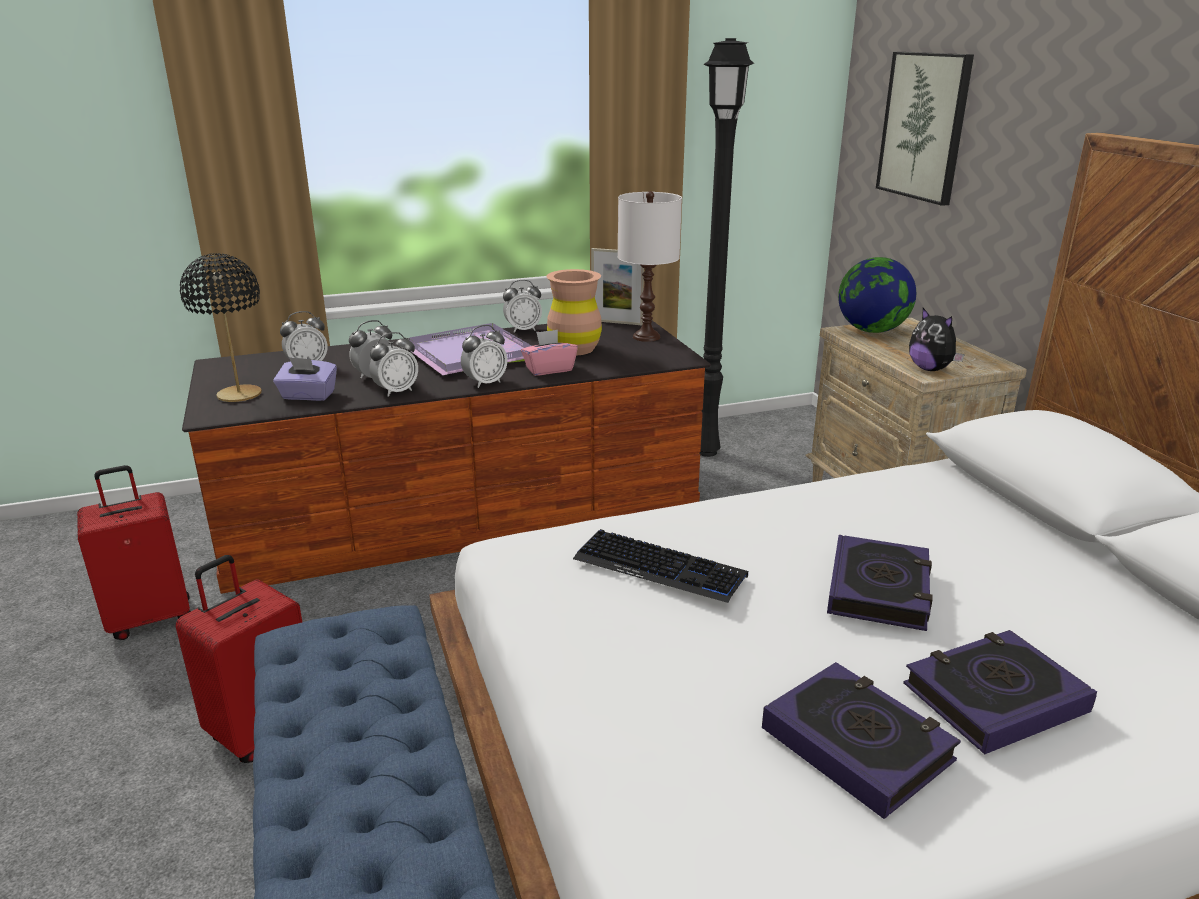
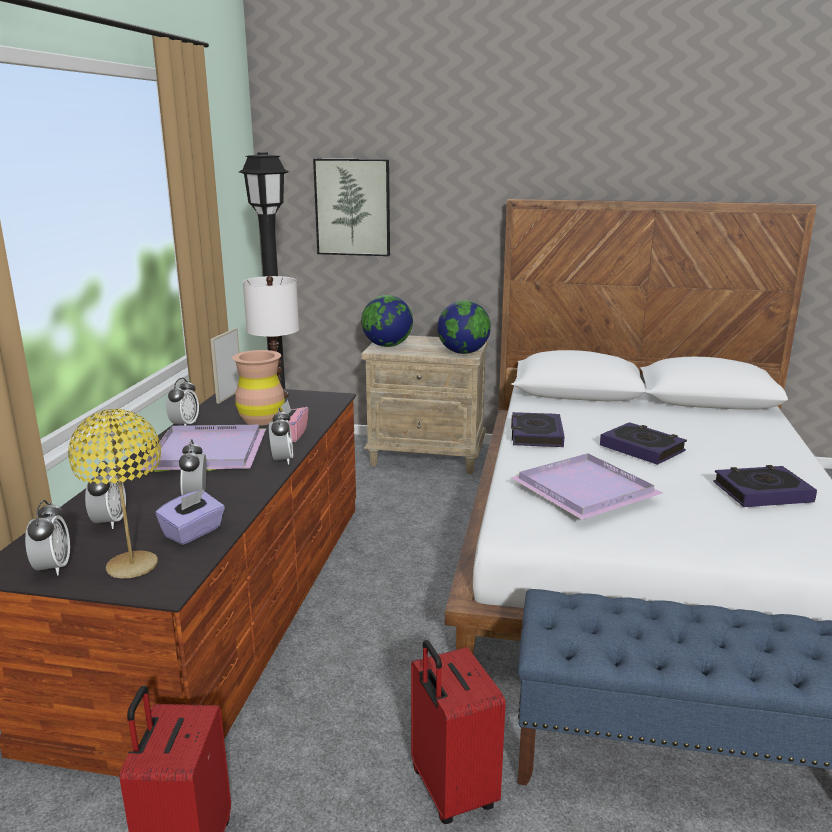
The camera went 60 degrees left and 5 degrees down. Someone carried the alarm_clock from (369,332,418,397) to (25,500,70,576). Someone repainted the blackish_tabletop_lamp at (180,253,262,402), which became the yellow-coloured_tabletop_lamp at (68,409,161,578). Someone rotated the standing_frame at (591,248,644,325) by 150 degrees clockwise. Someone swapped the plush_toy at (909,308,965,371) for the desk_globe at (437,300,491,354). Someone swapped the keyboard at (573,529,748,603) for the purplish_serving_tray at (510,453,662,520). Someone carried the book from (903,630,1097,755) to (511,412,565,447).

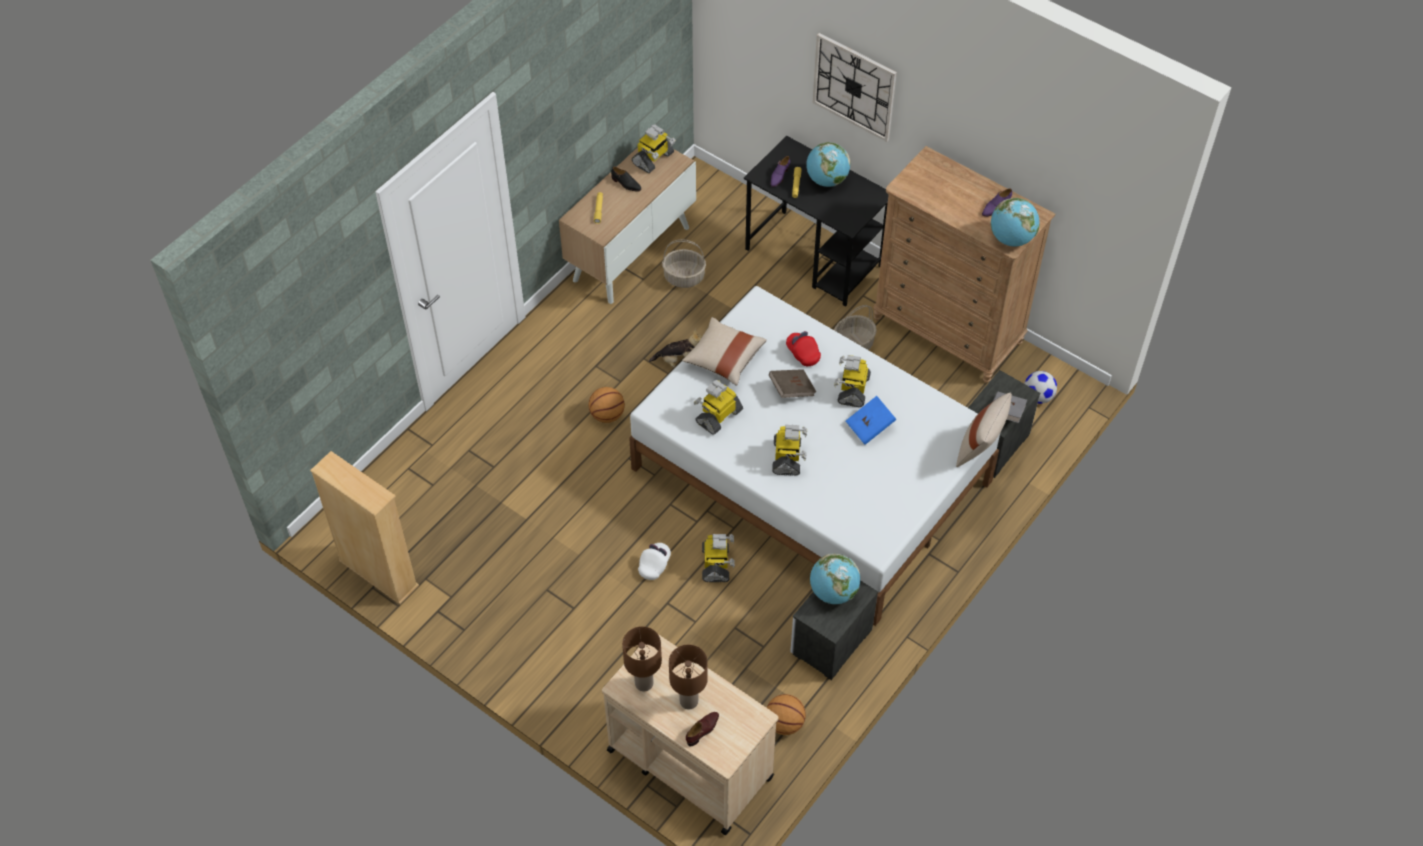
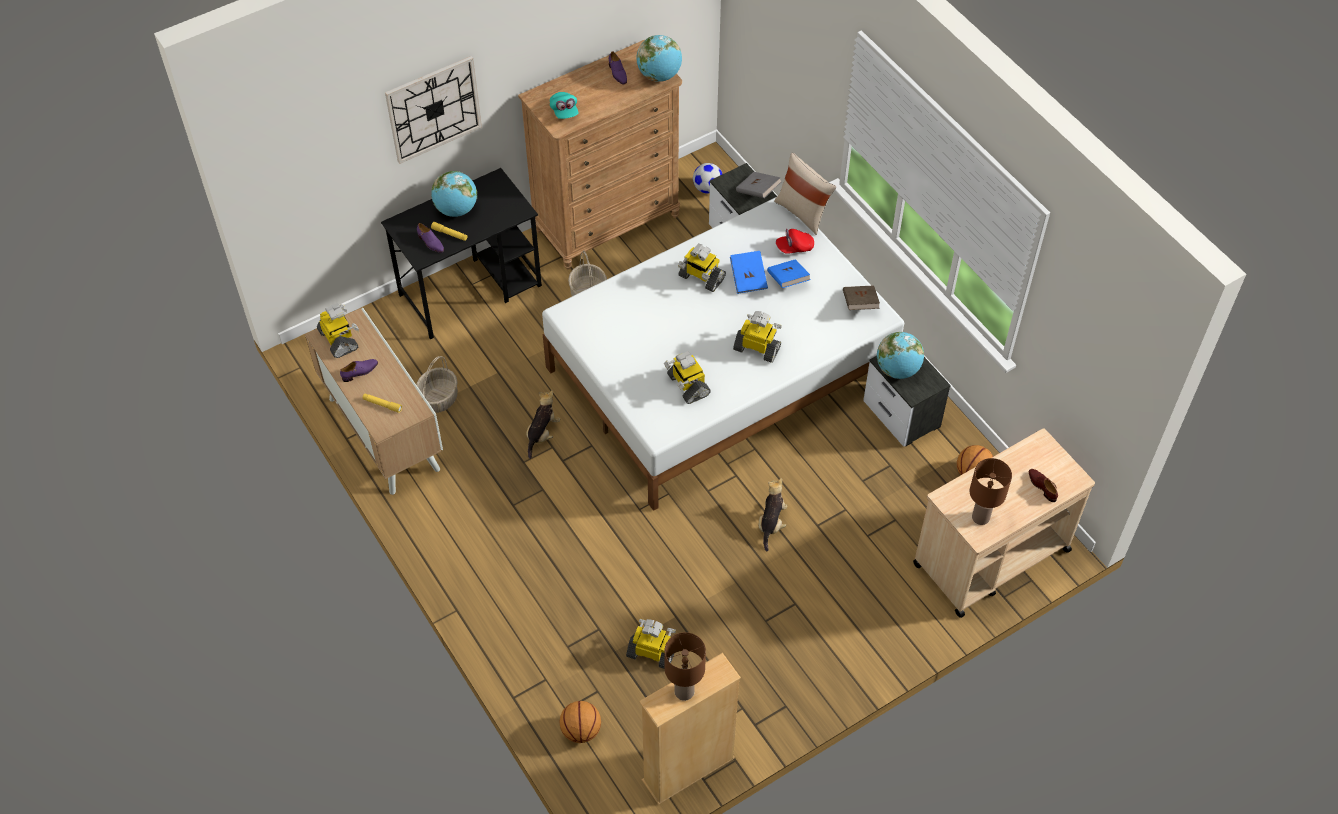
The camera went 70 degrees left and 0 degrees up. Someone repainted the blackish_shoe at (611,166,641,192), which became the purplish_shoe at (340,359,378,382). Someone put down the turquoise_peaked_cap at (550,92,578,119). Someone carried the ball_for_basketball from (588,387,625,423) to (559,701,601,743). Someone carried the model_robot from (702,534,735,582) to (626,619,676,669). Someone carried the brown-coloured_tabletop_lamp from (669,645,708,710) to (664,632,706,701). Someone swapped the whitish_peaked_cap at (638,543,671,580) for the plush_toy at (759,478,787,552). Someone put down the blue-coloured_book at (767,259,811,288). Someone carried the reddish_peaked_cap from (786,331,821,366) to (776,229,814,254). Someone carried the brown-coloured_book from (769,369,816,398) to (843,285,880,310). Someone took away the sand-coloured_pillow at (682,317,767,386).

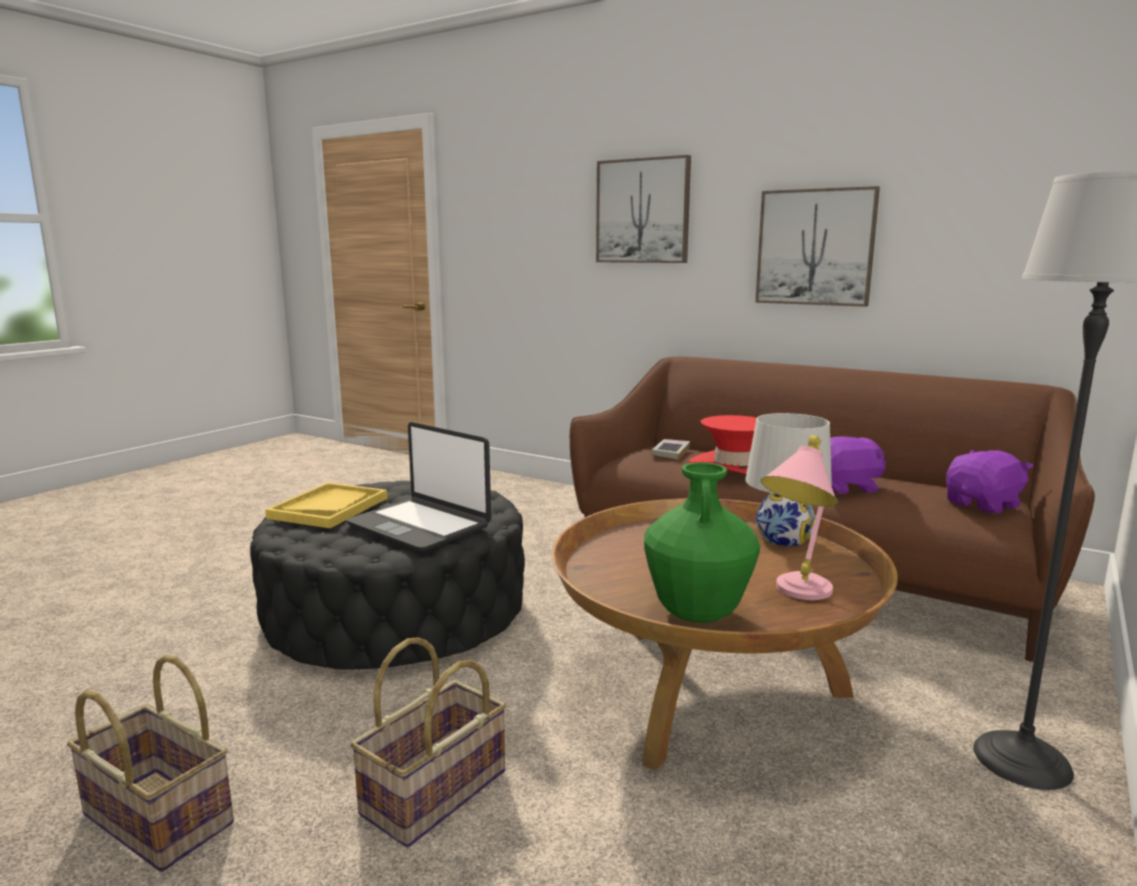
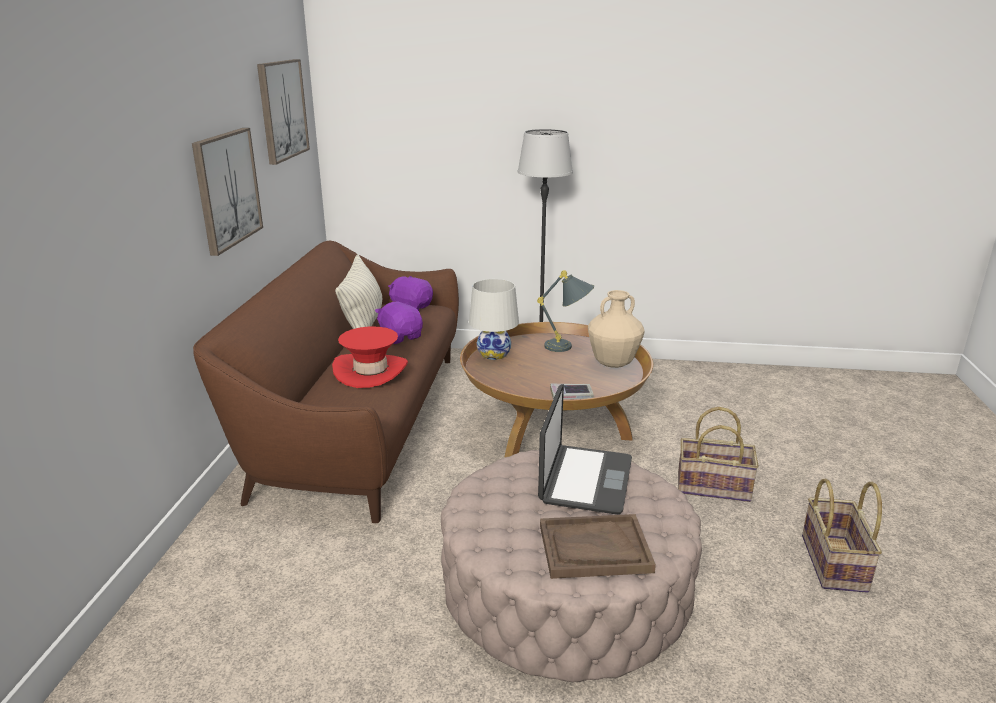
The camera went 115 degrees left and 10 degrees up. Someone carried the wall_picture from (596,155,691,263) to (257,59,310,165). Someone put down the pillow at (335,254,382,329). Someone repainted the blackish_pouffe at (250,480,525,670), which became the sand-coloured_pouffe at (441,450,702,682). Someone repainted the pink_tabletop_lamp at (760,435,838,600), which became the grey_tabletop_lamp at (537,270,594,352). Someone repainted the yellow-coloured_serving_tray at (265,482,387,528), which became the brown-coloured_serving_tray at (540,514,656,579). Someone carried the book from (651,439,690,460) to (550,383,594,399). Someone repainted the greenish_flower_vase at (644,462,760,623), which became the sand-coloured_flower_vase at (588,290,645,368).

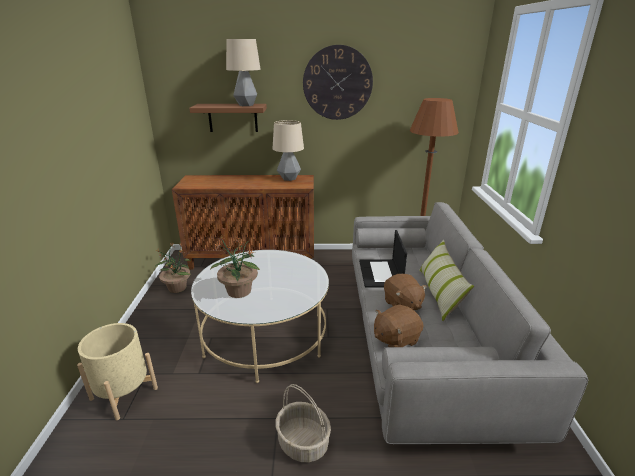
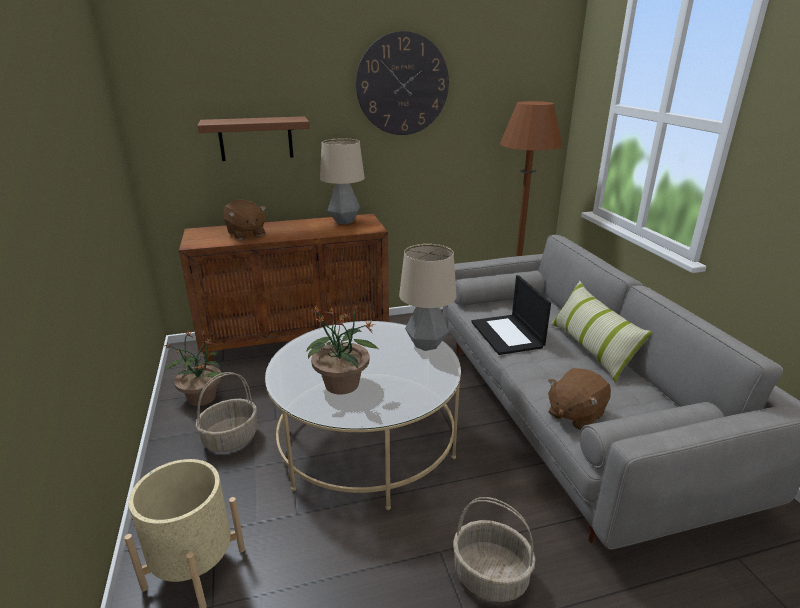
The camera went 15 degrees left and 0 degrees up. Someone put down the storage_basket at (196,372,257,452). Someone carried the brown-coloured_plush_toy from (384,274,427,311) to (223,200,266,240). Someone carried the tabletop_lamp from (226,39,261,106) to (399,244,457,351).

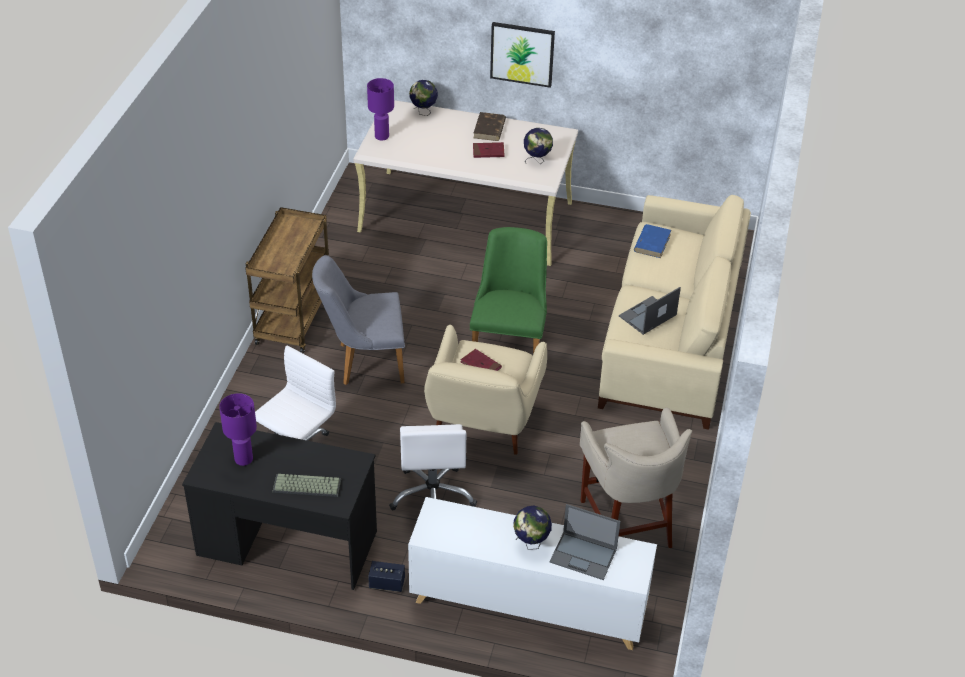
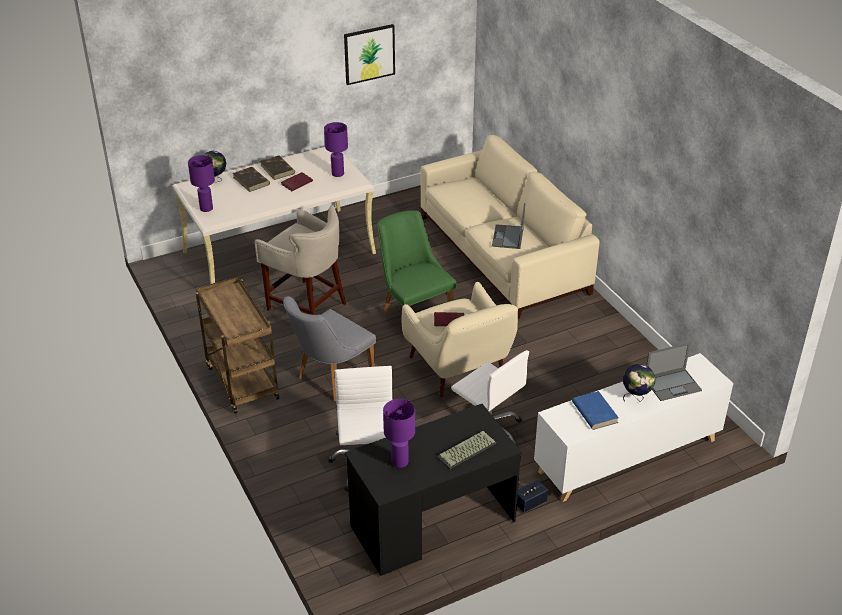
The camera went 40 degrees left and 5 degrees down. Someone put down the brown-coloured_book at (233,167,270,192). Someone carried the sand-coloured_sitting_stool from (580,407,692,548) to (254,205,346,315). Someone swapped the desk_globe at (524,128,553,164) for the purplish_tabletop_lamp at (324,122,348,177). Someone carried the wall_picture from (490,22,555,88) to (344,24,395,85). Someone carried the blue-coloured_book from (634,224,671,258) to (572,391,619,430).

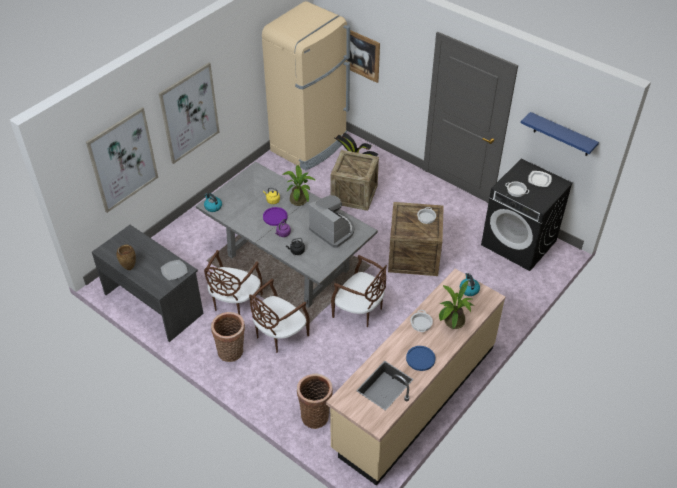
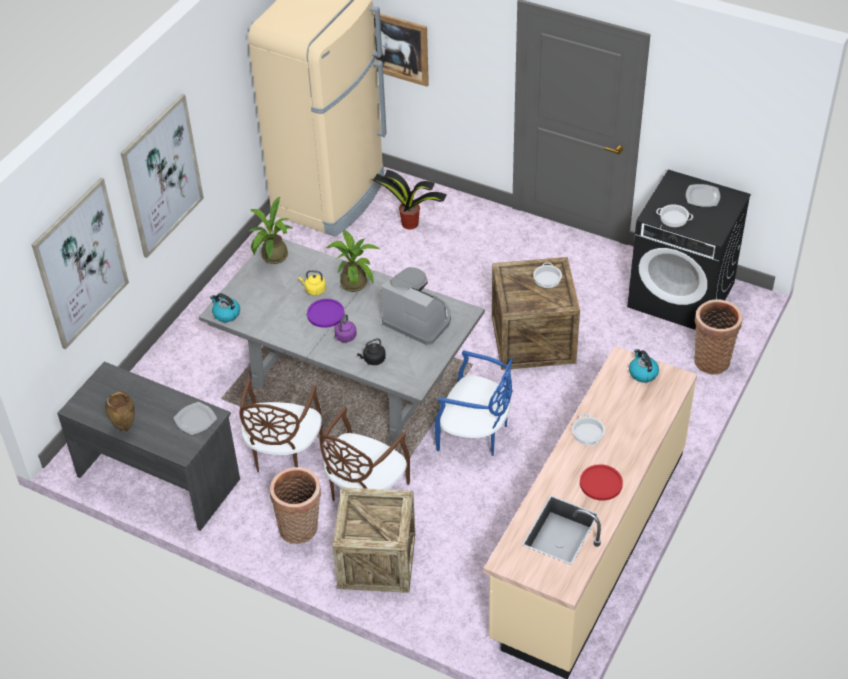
The camera went 10 degrees left and 0 degrees up. Someone carried the potted_plant from (439,280,474,330) to (249,197,294,264). Someone carried the shipping_crate from (330,150,379,211) to (332,487,415,593). Someone repainted the brown-coloured_plain_chair at (331,255,387,327), which became the blue-coloured_plain_chair at (434,350,513,456). Someone repainted the blue-coloured_plate at (406,346,435,371), which became the reddish_plate at (580,464,623,501). Someone carried the storage_basket from (297,374,333,429) to (694,299,742,375). Someone took away the blue-coloured_wall_shelf at (521,112,599,156).

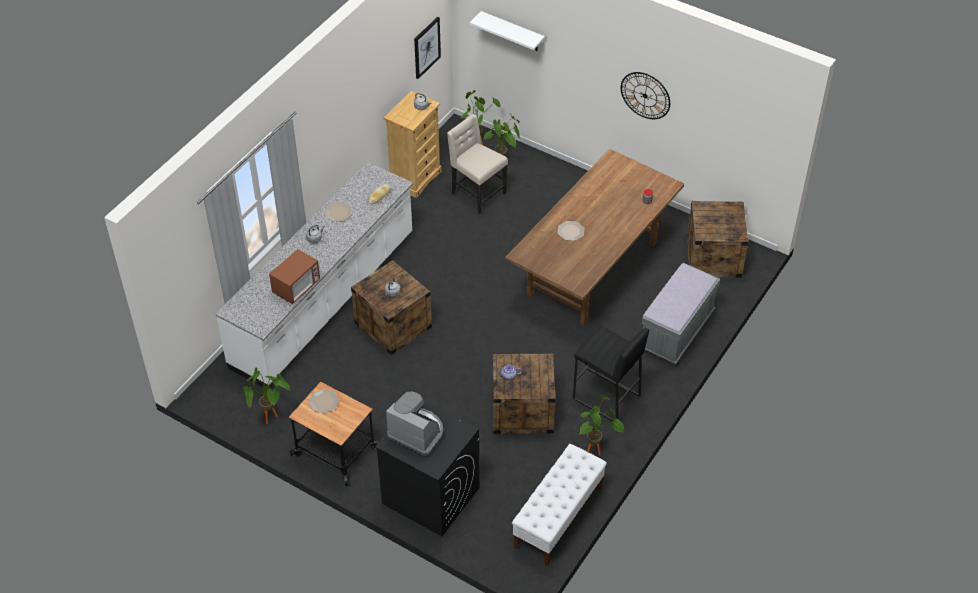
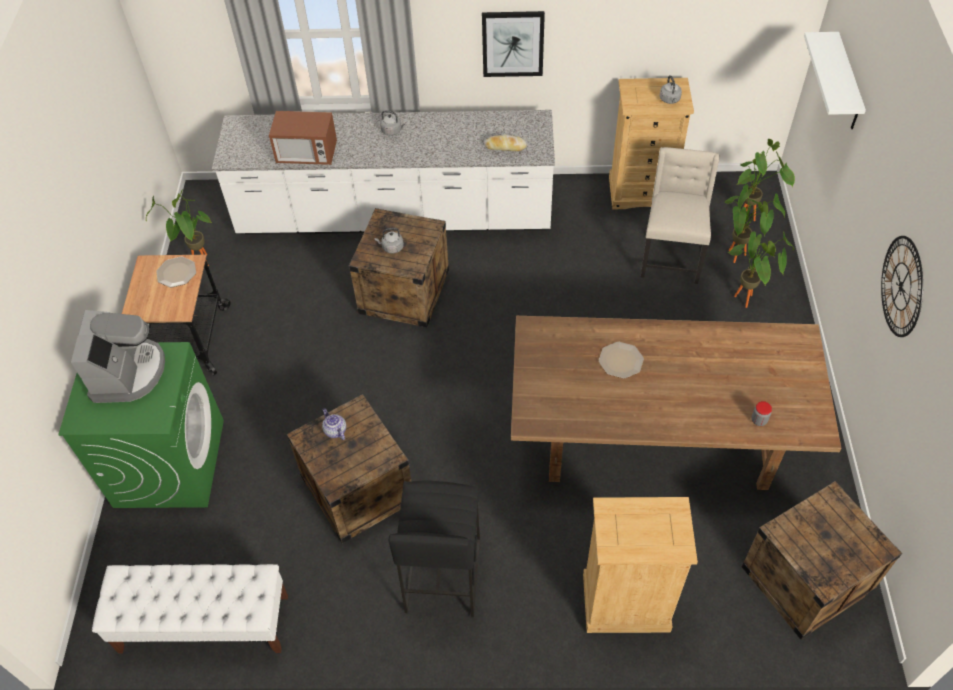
The camera went 60 degrees right and 5 degrees up. Someone repainted the blackish_laundry_appliance at (375,401,480,536), which became the greenish_laundry_appliance at (58,342,224,508). Someone carried the wall_picture from (414,17,441,79) to (482,11,545,77). Someone swapped the grey_indoor_bench at (642,263,720,364) for the sand-coloured_dresser at (583,497,698,633). Someone carried the potted_plant from (580,395,624,455) to (727,231,794,308). Someone took away the plate at (325,202,352,222).

